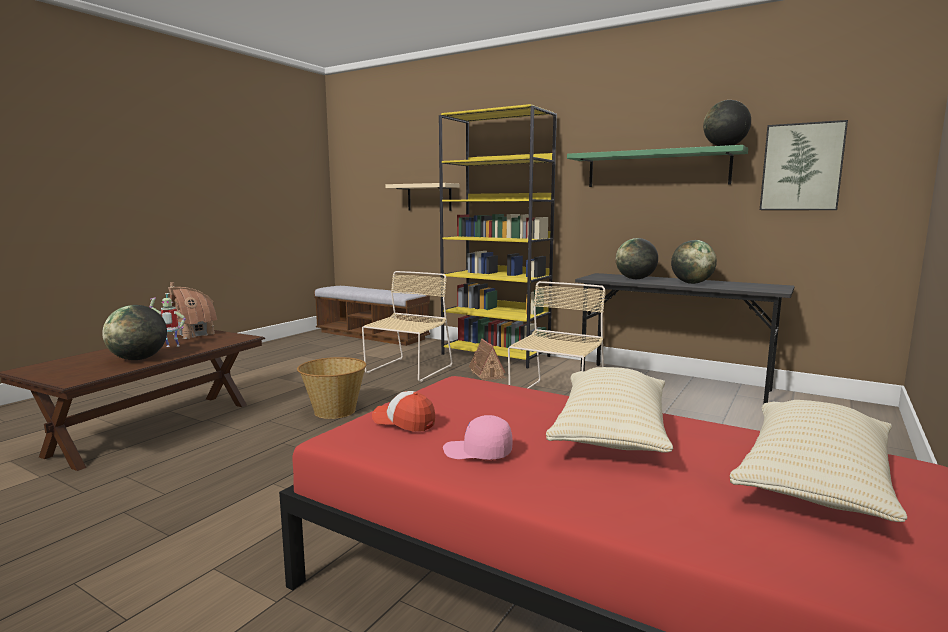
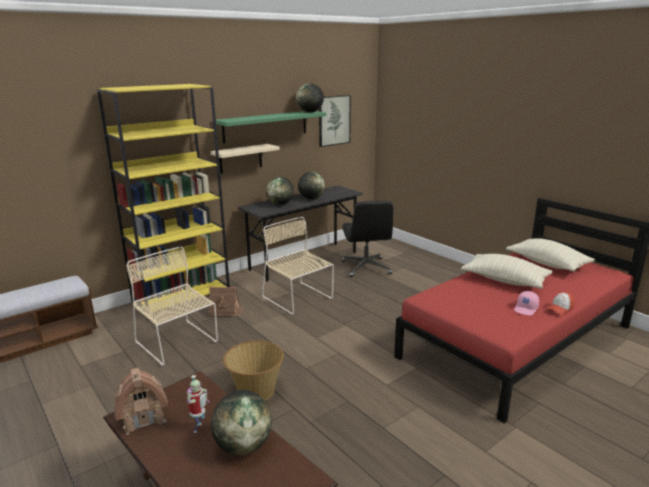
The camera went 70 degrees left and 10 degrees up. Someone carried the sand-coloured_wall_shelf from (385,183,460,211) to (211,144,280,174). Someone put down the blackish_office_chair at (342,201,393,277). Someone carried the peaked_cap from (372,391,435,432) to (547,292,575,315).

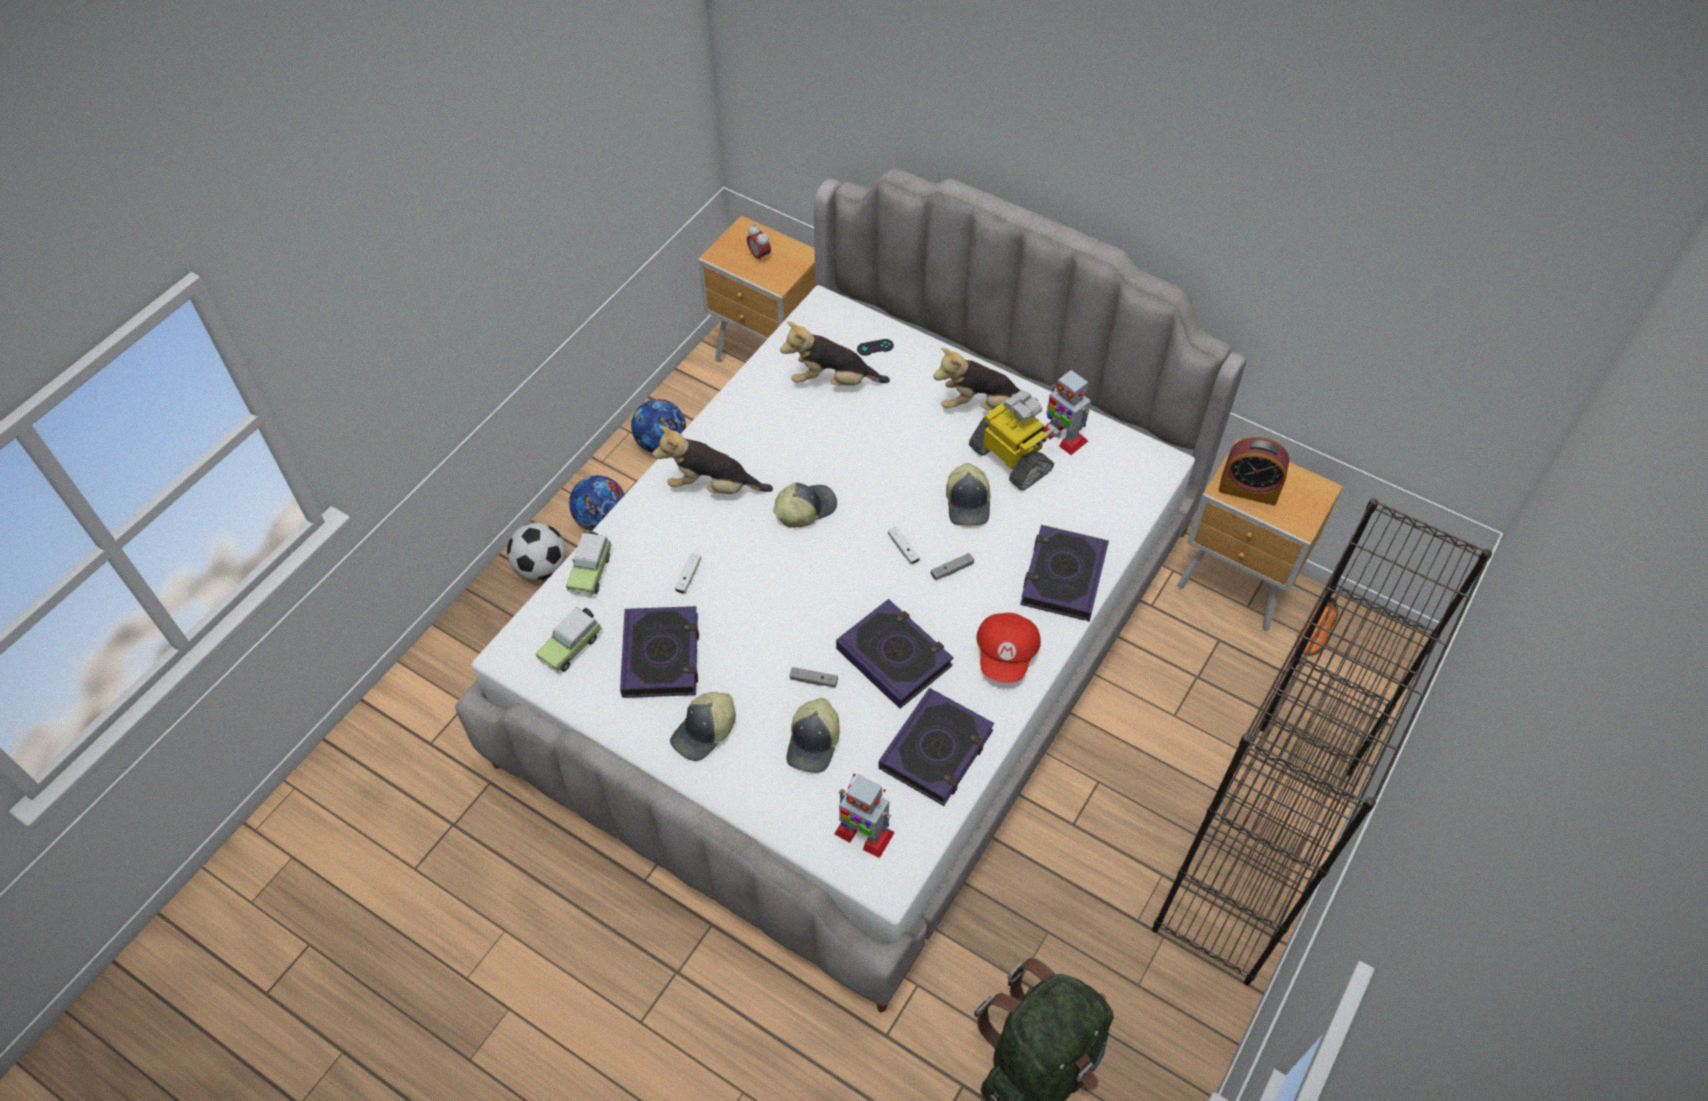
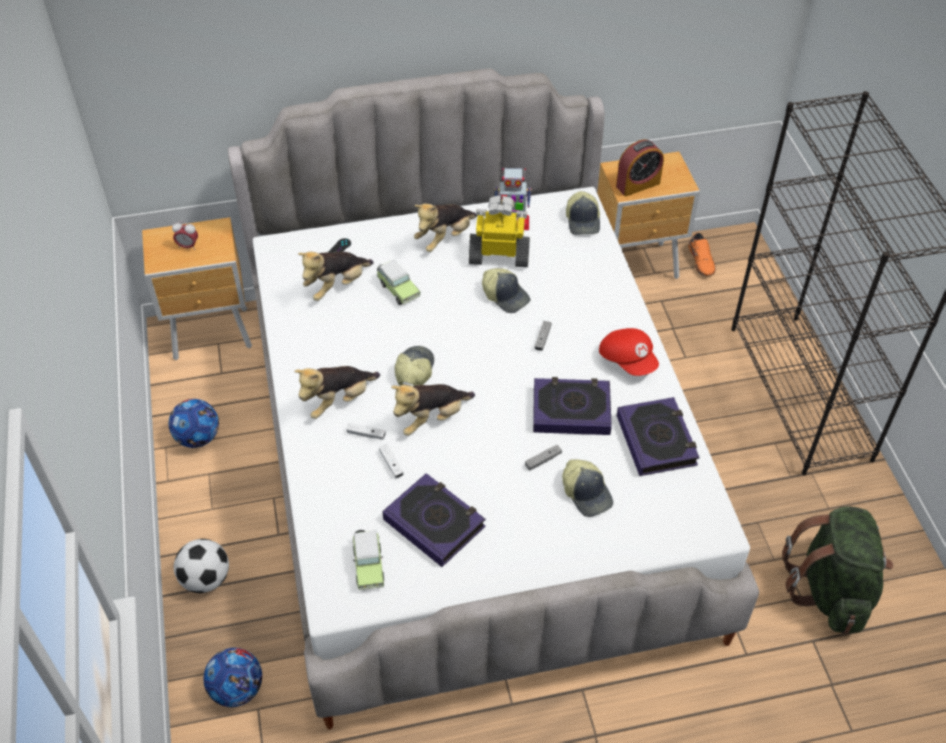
The camera went 45 degrees left and 5 degrees down. Someone carried the ball_for_football from (569,475,625,531) to (203,648,262,707). Someone carried the whitish_joypad from (888,527,920,564) to (346,423,386,440). Someone carried the toy_car from (566,532,612,596) to (377,259,420,305). Someone put down the plush_toy at (391,384,475,436). Someone carried the peaked_cap from (670,692,736,761) to (566,191,600,235). Someone took away the model_robot at (834,774,895,858). Someone took away the book at (1020,525,1109,621).

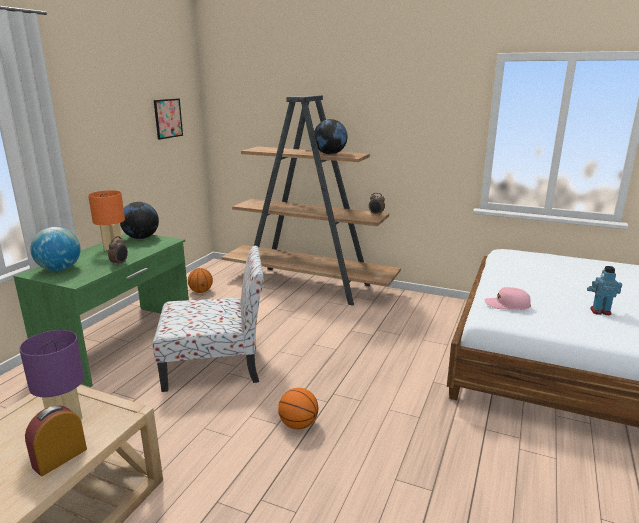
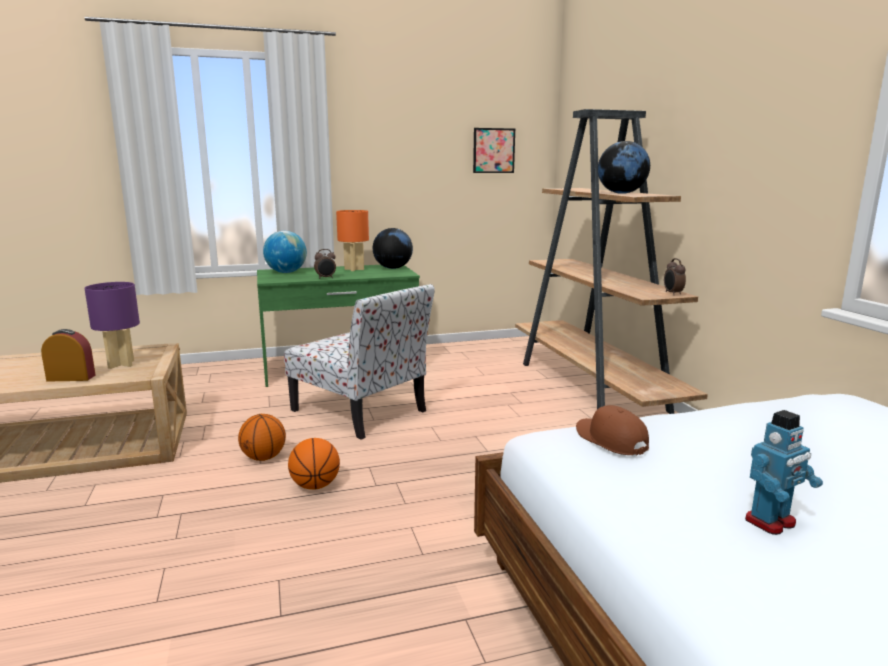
The camera went 50 degrees right and 5 degrees down. Someone carried the ball_for_basketball from (188,268,213,293) to (238,414,286,461). Someone repainted the pink_peaked_cap at (484,287,531,310), which became the brown-coloured_peaked_cap at (576,405,649,456). Someone rotated the model_robot at (587,266,622,315) by 90 degrees clockwise.

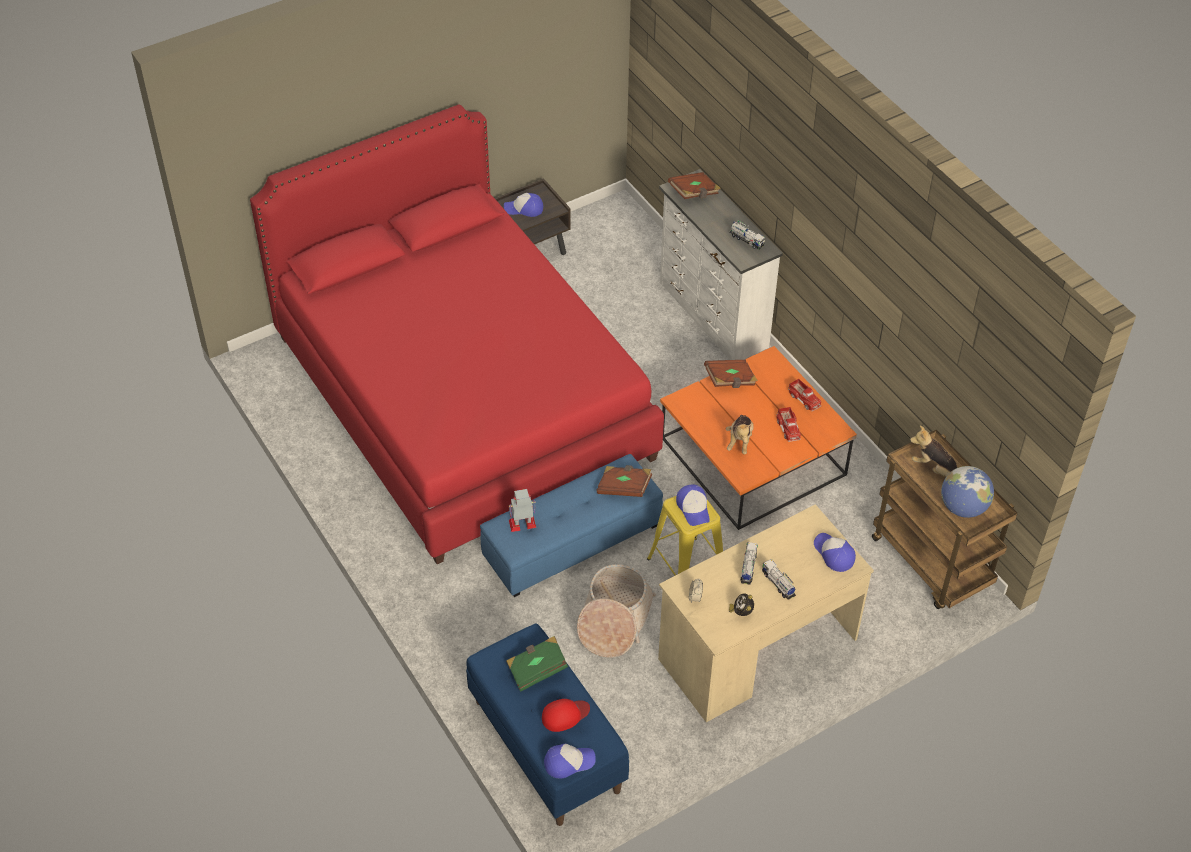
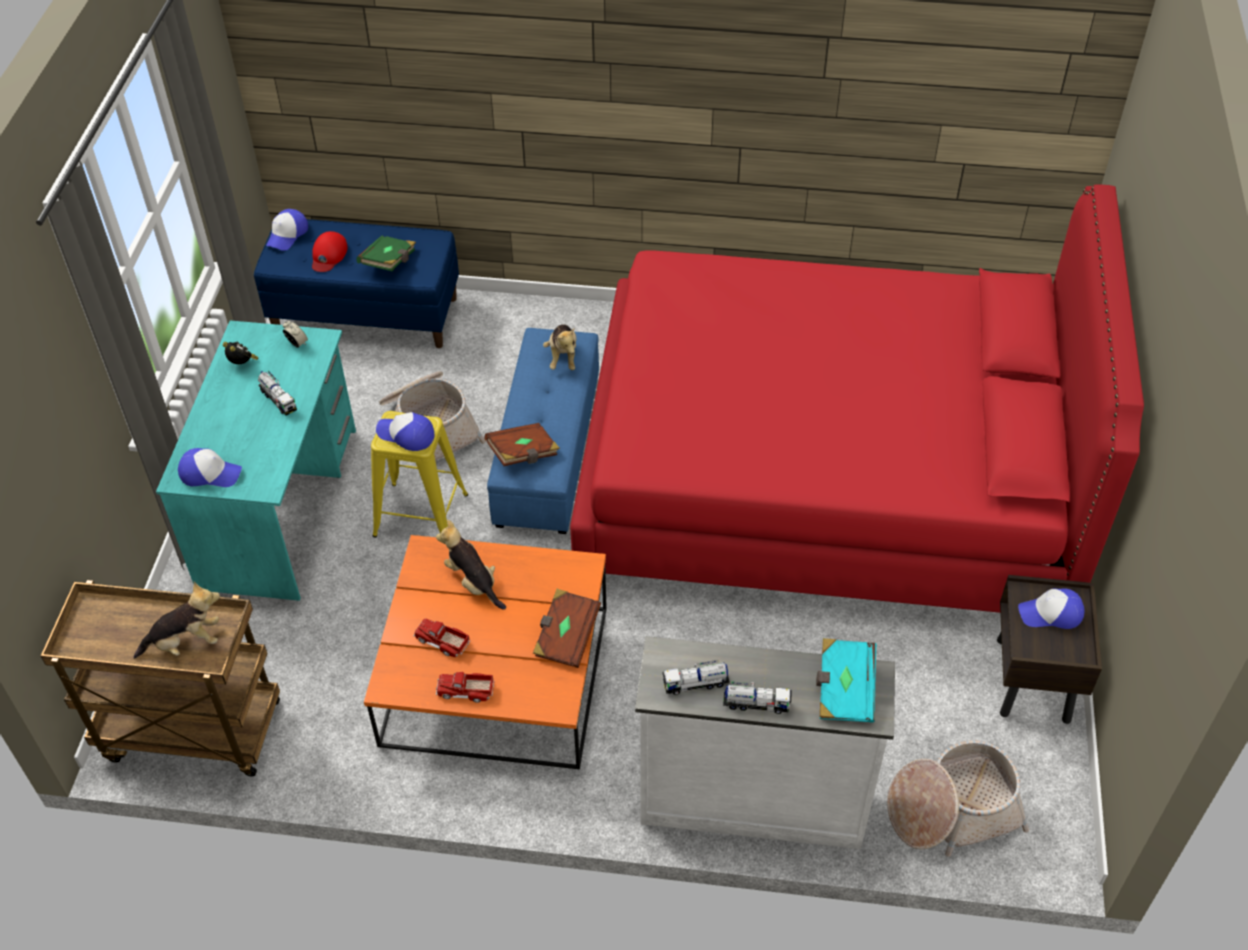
The camera went 130 degrees right and 0 degrees up. Someone repainted the sand-coloured_desk_table at (658,504,874,722), which became the turquoise_desk_table at (156,320,356,601). Someone swapped the model_robot at (509,489,536,532) for the plush_toy at (543,324,576,370). Someone carried the toy_truck from (762,559,796,600) to (723,681,792,714). Someone repainted the brown-coloured_book at (668,172,721,199), which became the turquoise_book at (816,638,876,723). Someone put down the storage_basket at (887,740,1029,857). Someone rotated the peaked_cap at (504,193,543,217) by 135 degrees counterclockwise. Someone took away the desk_globe at (941,466,994,518).

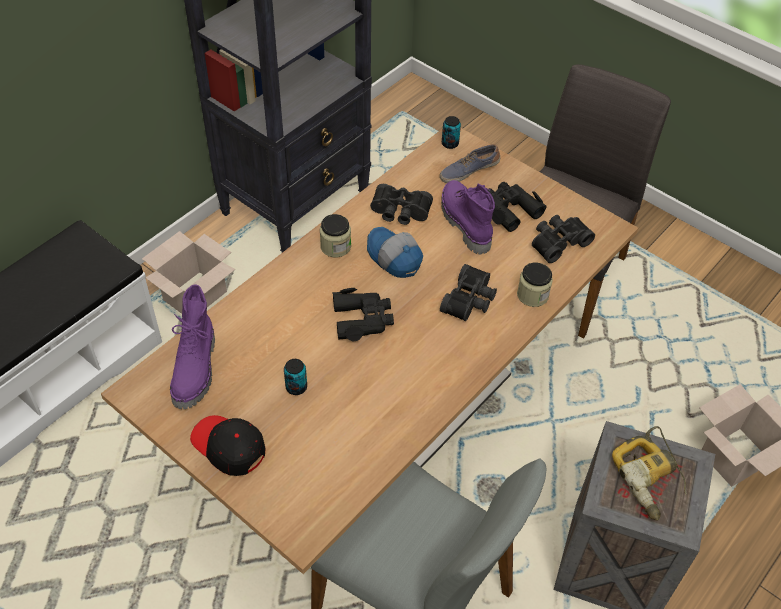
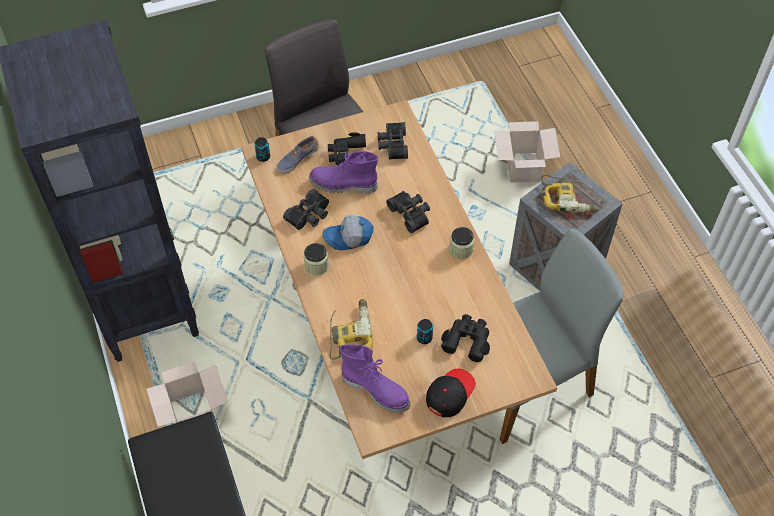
The camera went 60 degrees left and 5 degrees up. Someone rotated the shoe at (440,144,500,183) by 45 degrees clockwise. Someone put down the electric_drill at (330,299,373,360). Someone rotated the blackish_peaked_cap at (190,415,266,476) by 150 degrees clockwise. Someone carried the blackish_binoculars from (332,288,394,341) to (441,314,490,362). Someone carried the preserve_jar from (517,262,553,307) to (449,227,474,259).

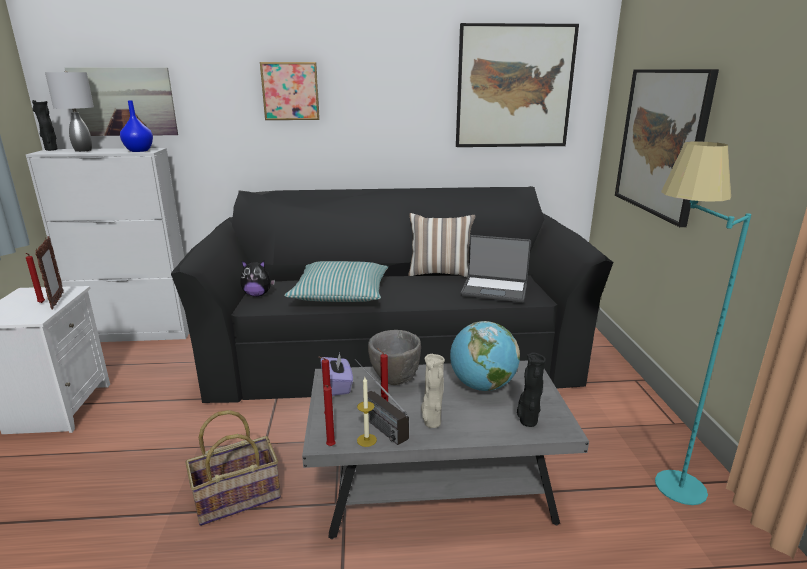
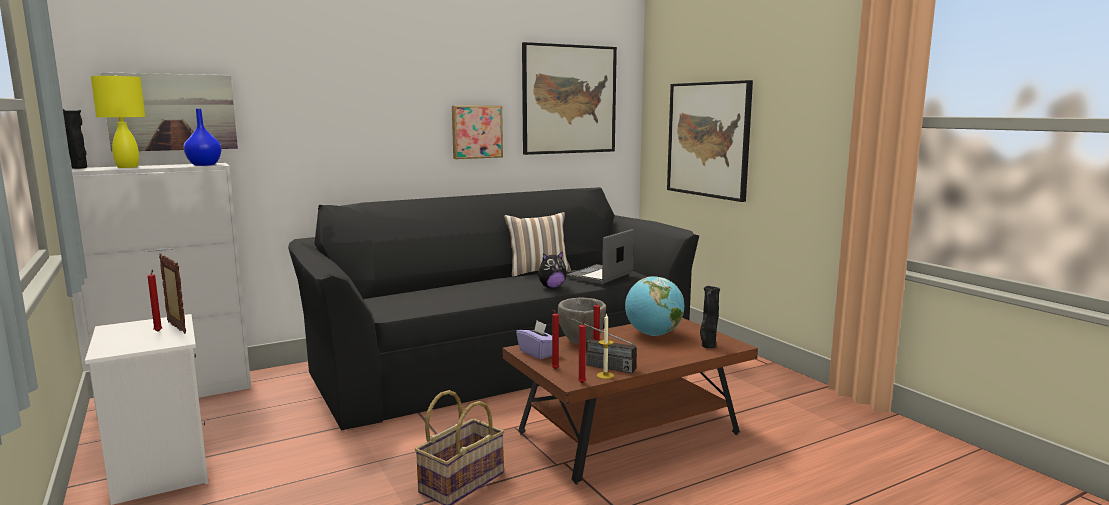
The camera went 25 degrees left and 10 degrees down. Someone repainted the grey_tabletop_lamp at (45,71,94,152), which became the yellow-coloured_tabletop_lamp at (91,75,145,168). Someone carried the wall_picture from (260,62,320,120) to (452,106,503,159). Someone repainted the grey_lounge_table at (302,361,589,539), which became the brown-coloured_lounge_table at (503,318,758,484). Someone carried the plush_toy from (240,261,275,297) to (538,251,567,288). Someone rotated the portable_computer at (461,235,531,303) by 135 degrees clockwise. Someone took away the pillow at (284,261,388,302). Someone took away the sand-coloured_flower_vase at (421,354,445,428). Someone took away the turquoise_floor_lamp at (655,141,751,505).

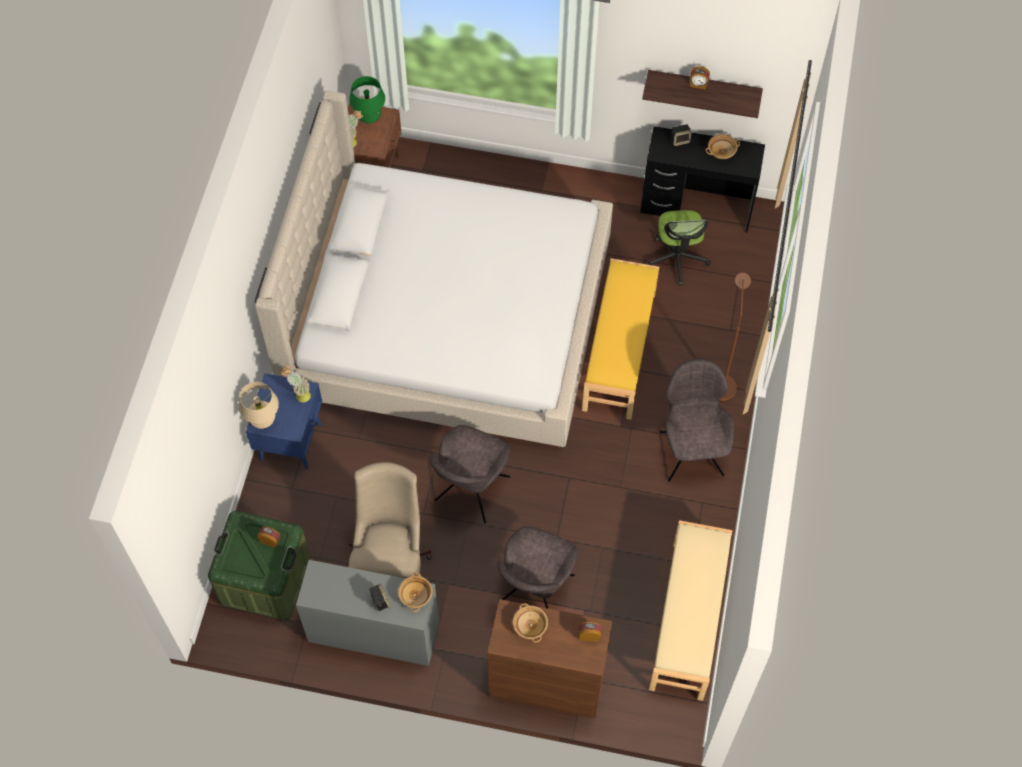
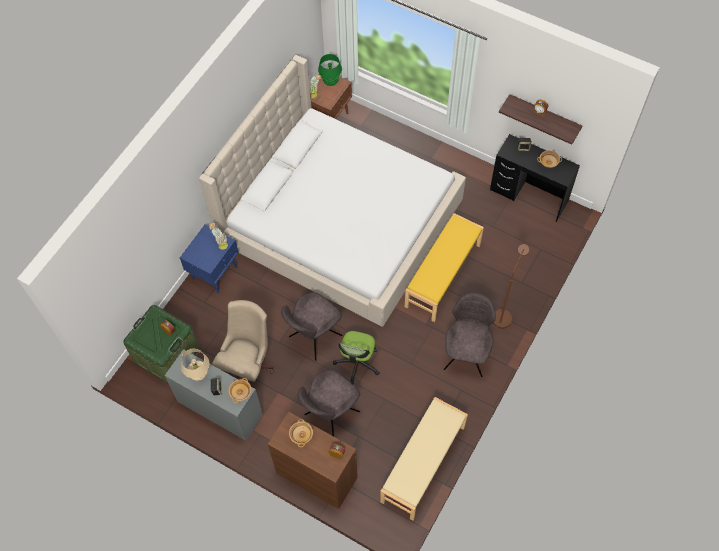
The camera went 20 degrees right and 0 degrees up. Someone carried the sand-coloured_tabletop_lamp from (238,382,279,429) to (181,348,209,381). Someone carried the office_chair from (646,210,711,285) to (333,331,380,384).

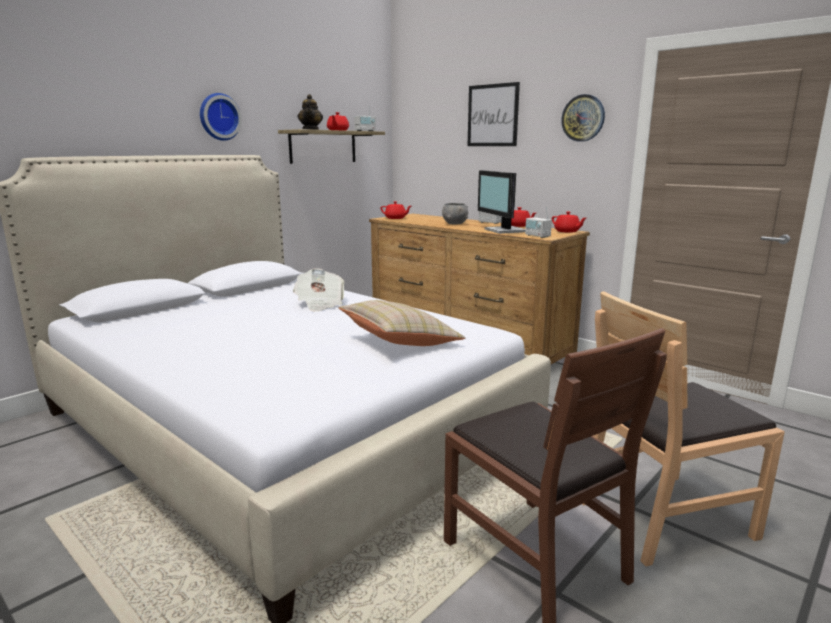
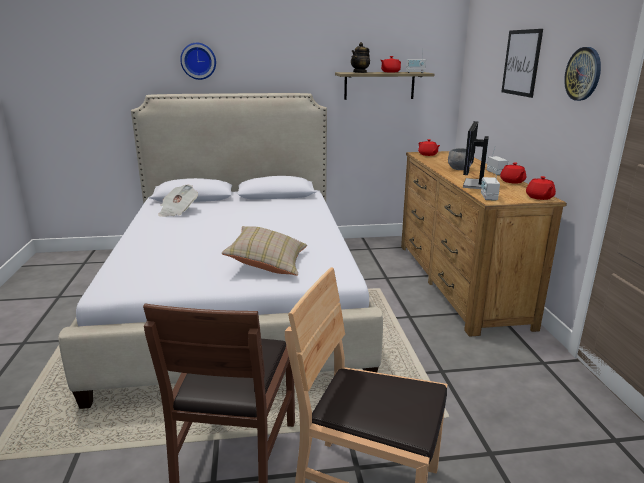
The camera went 40 degrees right and 5 degrees up. Someone carried the printed_paper from (293,268,345,312) to (158,185,198,217). Someone carried the clock_on_the_wall from (200,93,242,141) to (180,43,216,80).

